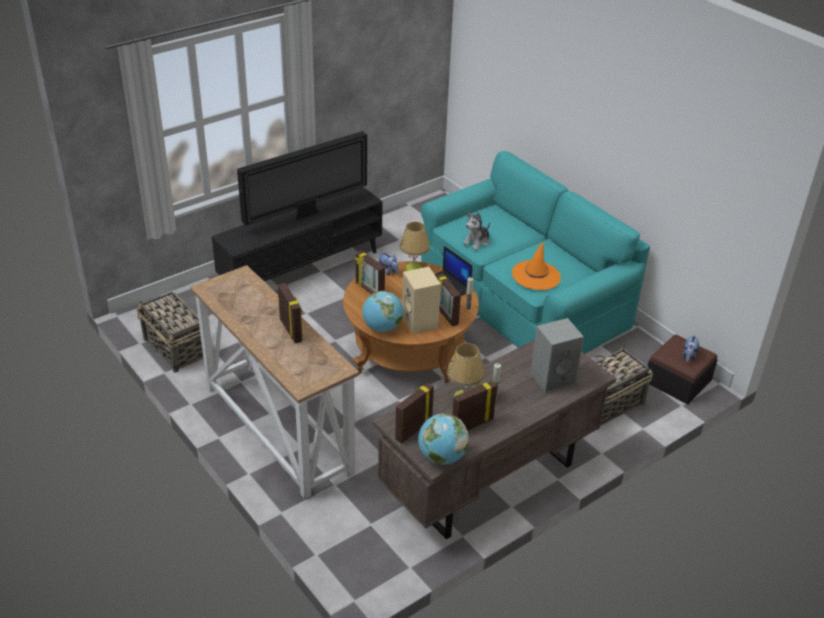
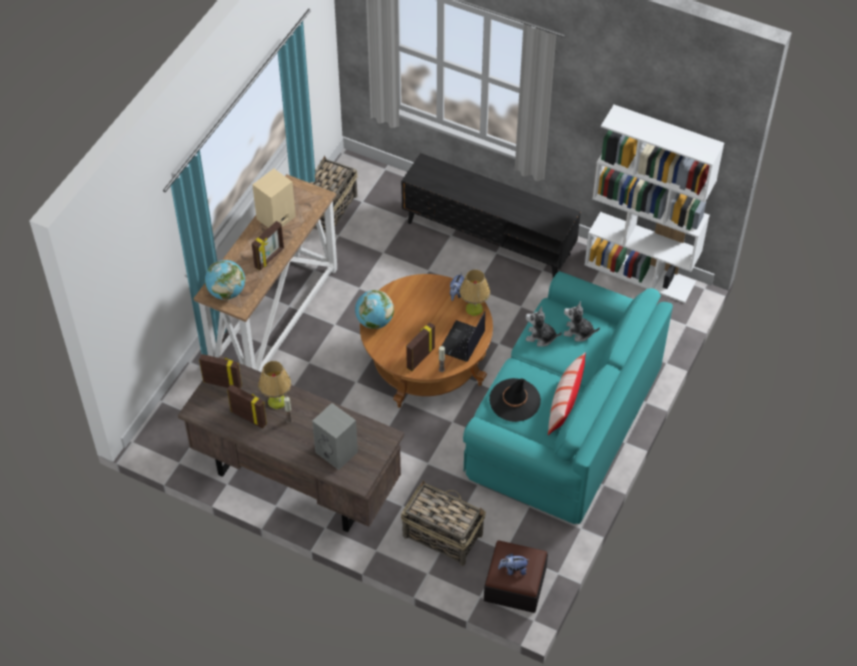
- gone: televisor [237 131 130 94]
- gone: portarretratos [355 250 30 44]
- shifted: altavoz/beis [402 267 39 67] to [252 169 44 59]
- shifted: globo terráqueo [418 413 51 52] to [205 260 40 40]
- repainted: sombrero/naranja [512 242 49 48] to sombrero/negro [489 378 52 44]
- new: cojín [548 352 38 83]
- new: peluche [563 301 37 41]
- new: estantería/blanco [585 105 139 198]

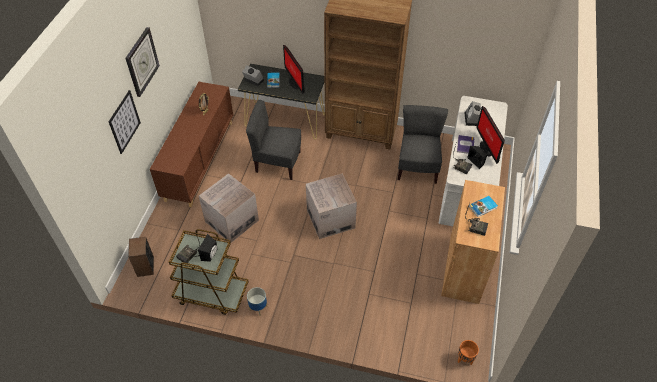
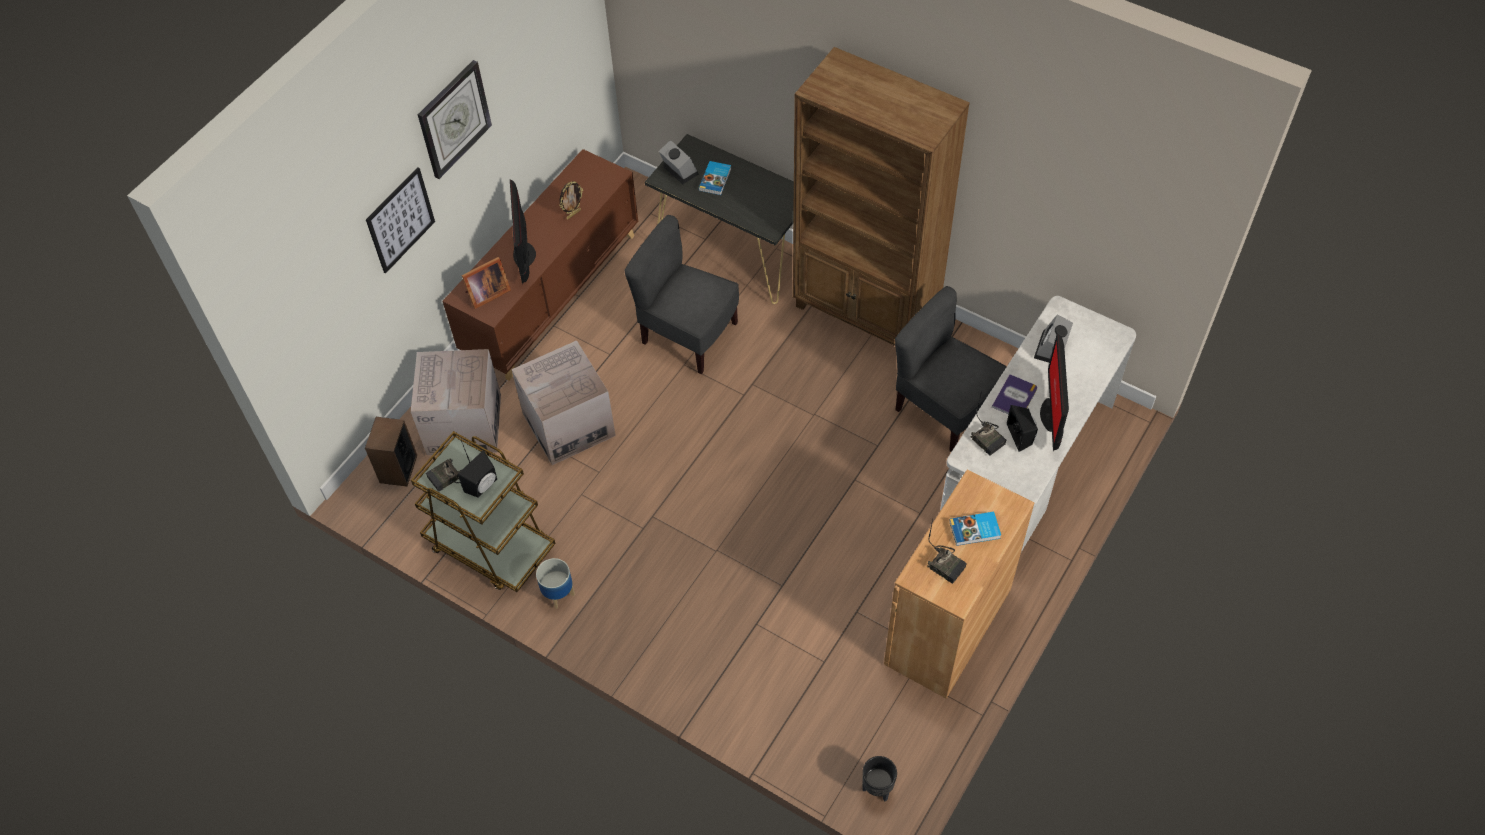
- shifted: monitor [283 45 22 49] to [510 179 26 105]
- shifted: caja de cartón [306 173 51 66] to [411 349 90 106]
- rotated: silla/gris [398 105 50 79] = [895 286 112 166] 75 degrees counterclockwise
- repainted: maceta/naranja [457 340 22 25] to maceta/negro [863 756 34 46]
- new: portarretratos [462 257 49 52]

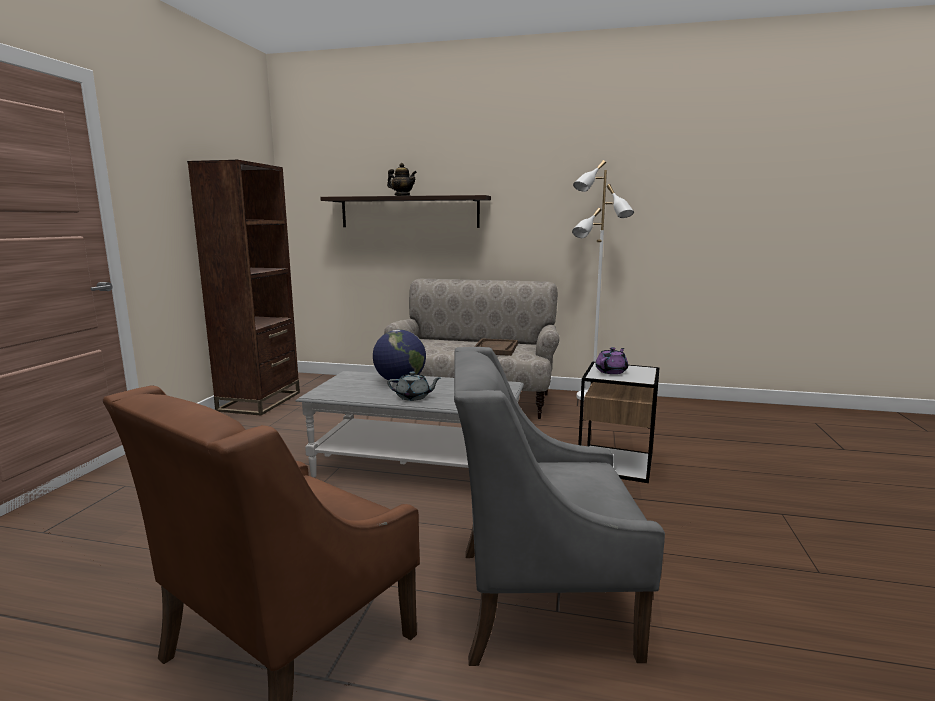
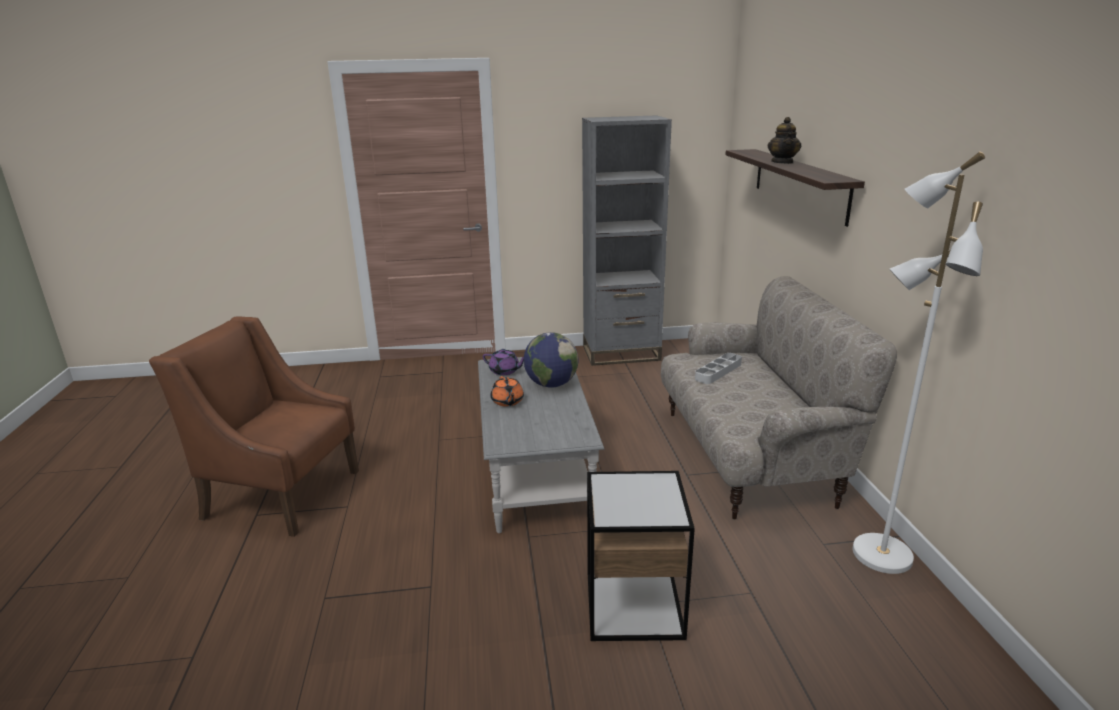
- repainted: estantería/marrón [187 160 113 256] to estantería/gris [582 115 90 251]
- repainted: tetera/gris [387 372 53 29] to tetera/naranja [490 376 34 30]
- gone: sillón/gris [454 347 211 319]
- gone: bandeja/marrón [474 338 44 18]
- shifted: tetera/morado [595 347 33 27] to [483 349 41 26]
- new: bandeja/gris [695 353 47 31]

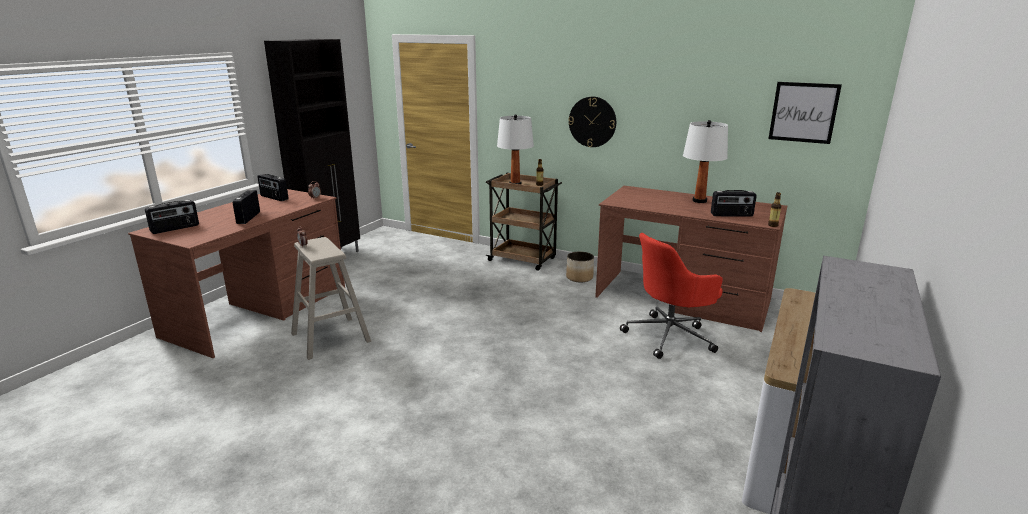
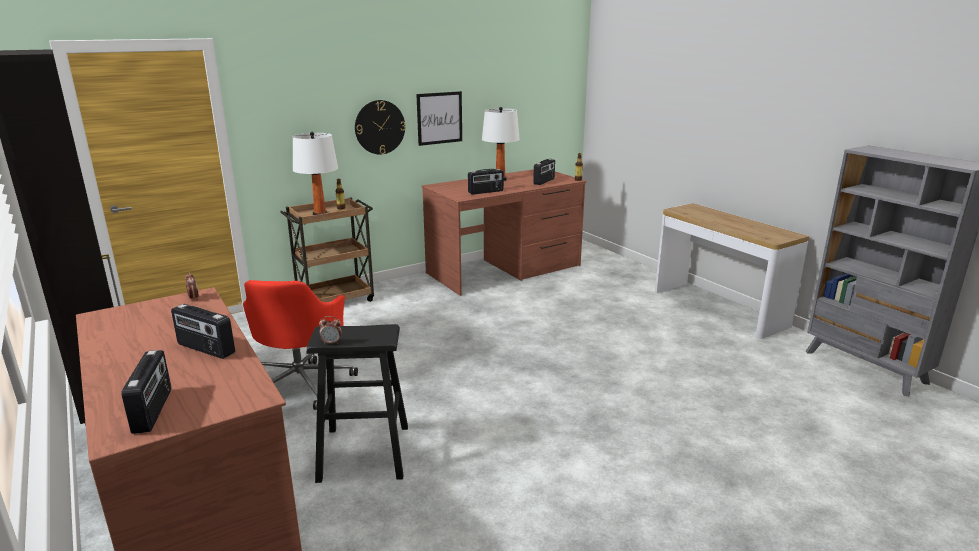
- shifted: radio [257 174 32 27] to [468 169 36 26]
- repainted: taburete/beis [291 237 80 123] to taburete/negro [306 324 102 159]
- gone: maceta [566 252 28 30]
- shifted: silla de oficina/rojo [620 233 103 126] to [243 280 115 130]
- shifted: cuadro [769 82 73 62] to [416 91 46 55]

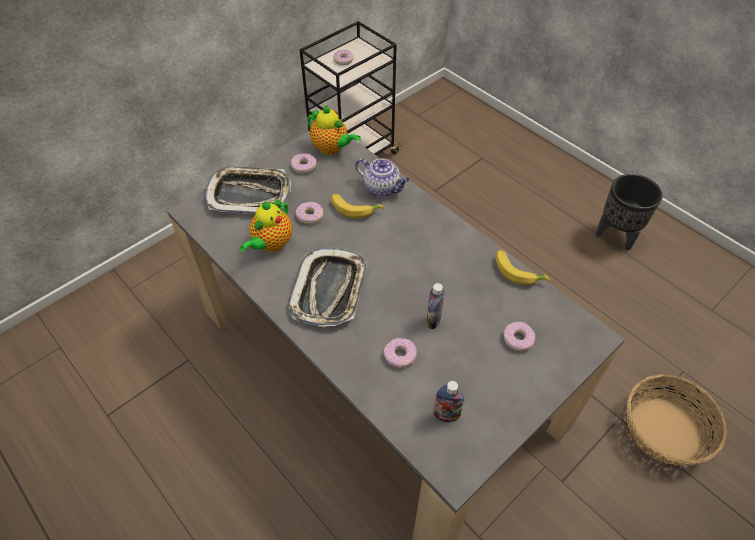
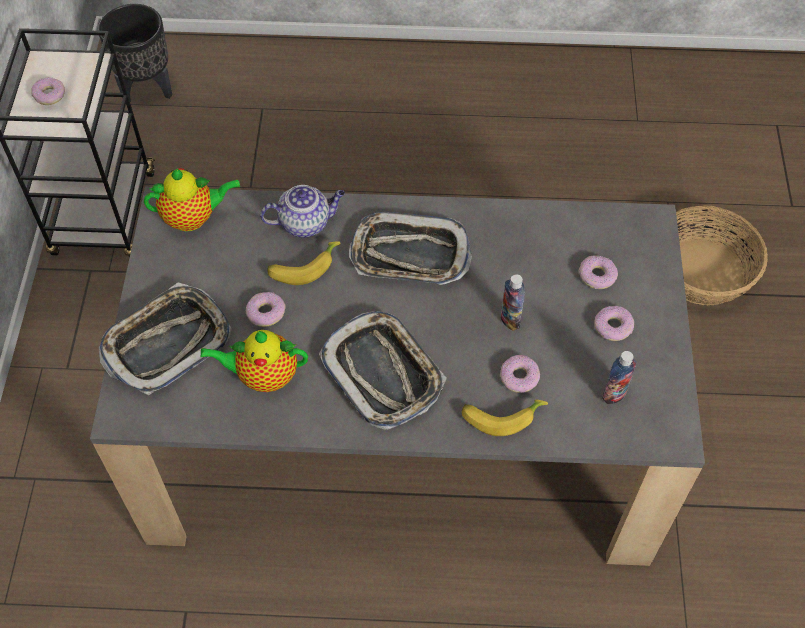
- rotated: tetera [240 199 52 53] = [200 330 108 62] 105 degrees clockwise
- shifted: rosquilla [291 153 25 21] to [594 306 40 35]
- shifted: plátano [495 250 56 35] to [462 400 86 36]
- shifted: maceta/negro [596 174 67 77] to [98 4 74 98]
- new: bandeja [349 212 123 73]

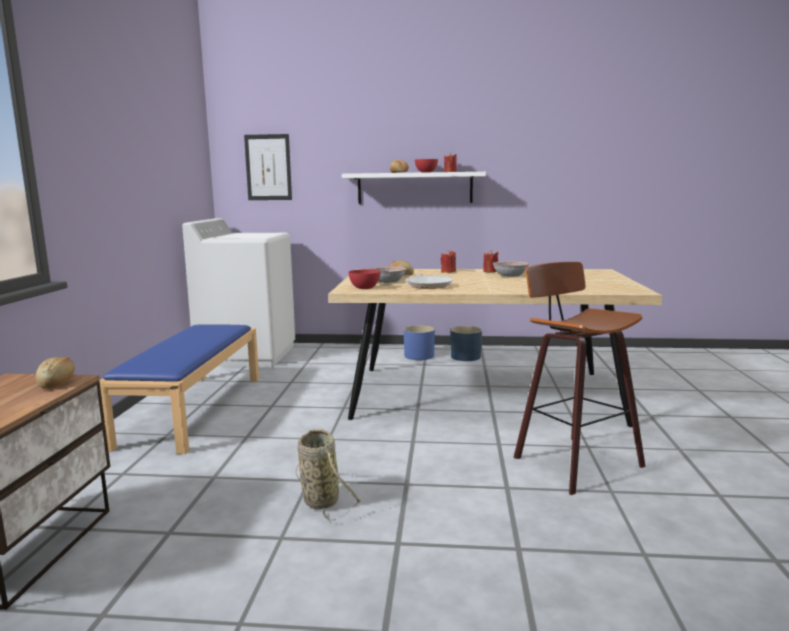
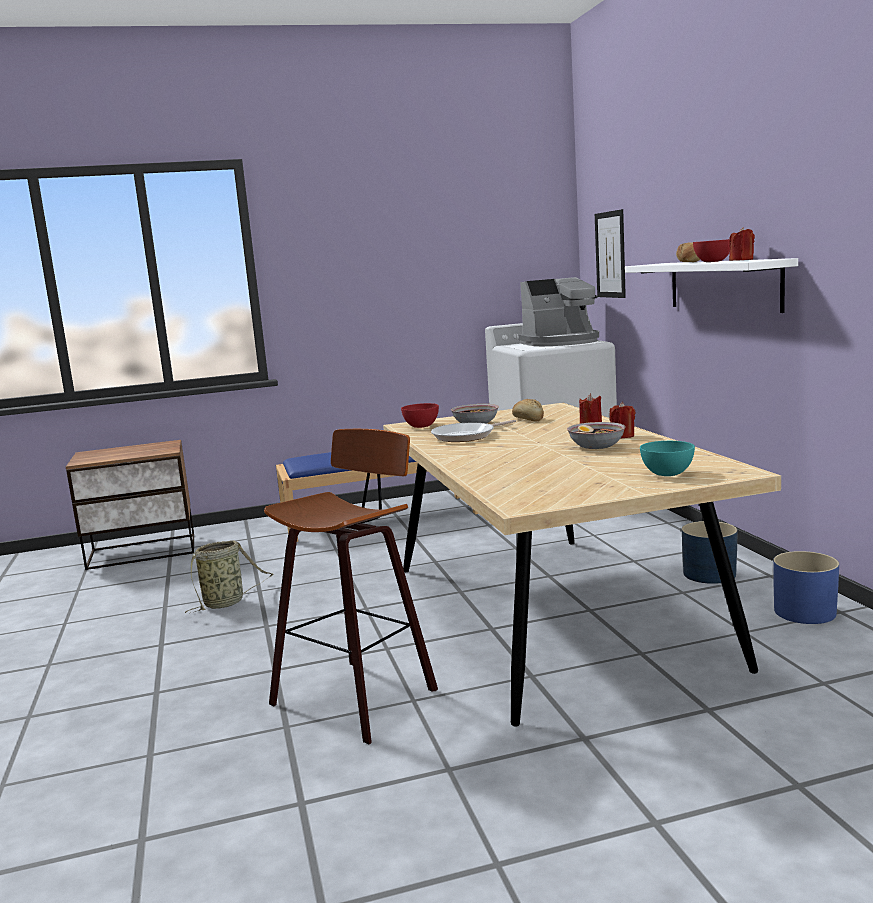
- gone: pan [36 356 39 33]
- shifted: maceta/azul [404 325 31 35] to [773 551 66 73]
- new: cafetera [518 277 81 69]
- new: cuenco/turquesa [640 441 55 35]

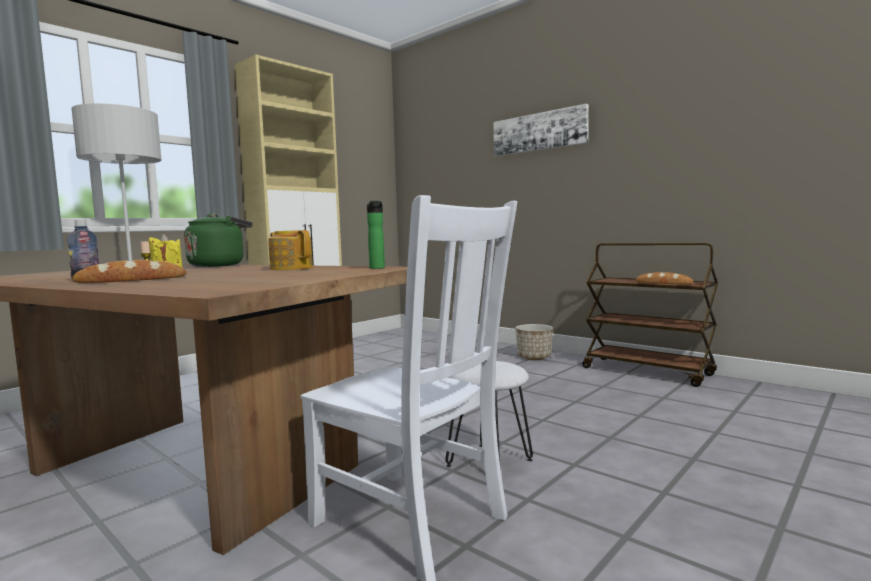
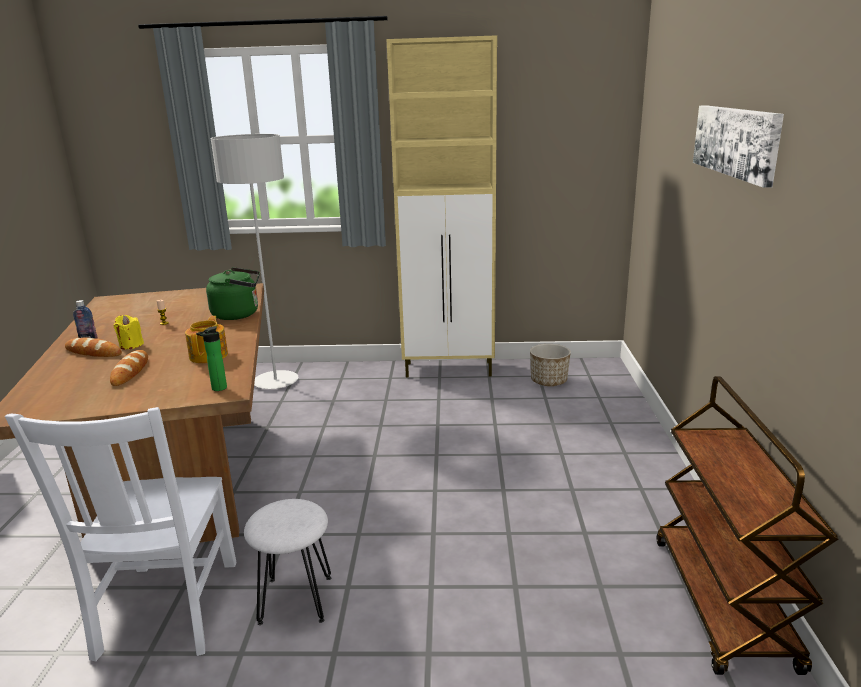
- shifted: maceta [515 324 38 36] to [530 344 41 42]
- shifted: pan [636 272 57 12] to [110 350 38 36]

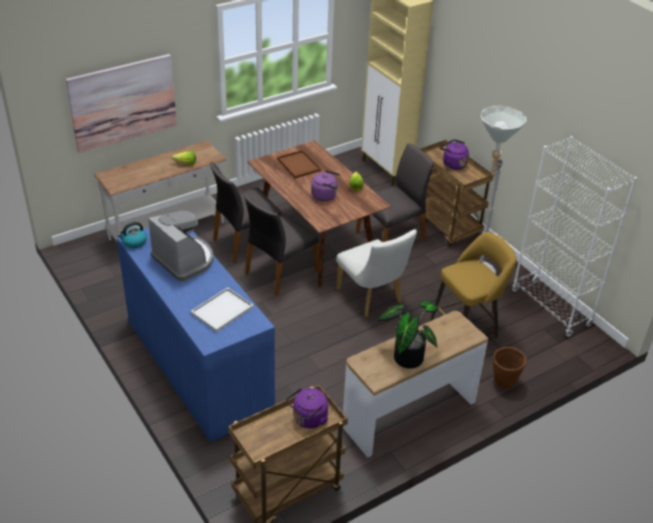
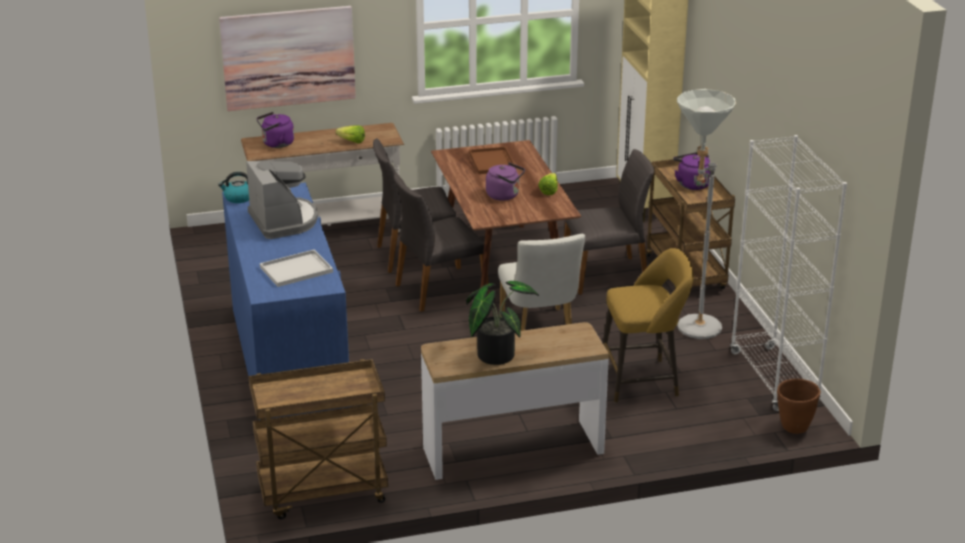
- shifted: hervidor/morado [286 388 42 41] to [256 112 38 36]
- shifted: maceta/marrón [493 347 33 41] to [777 379 44 55]

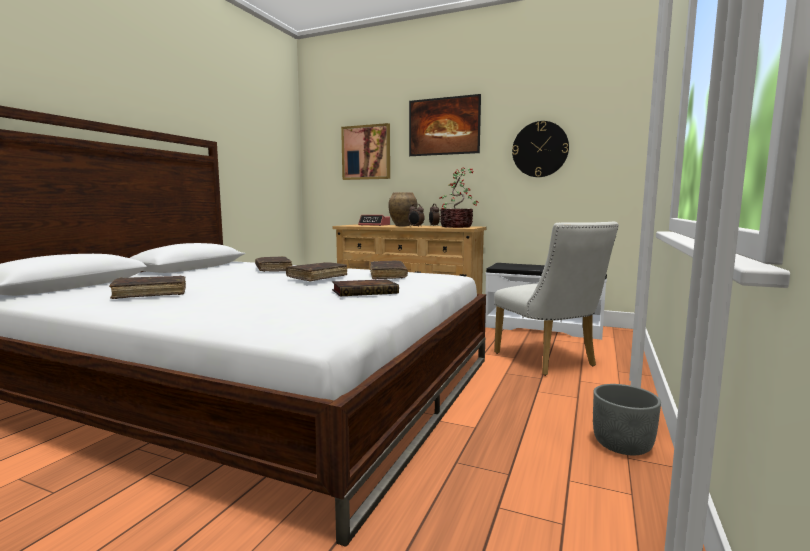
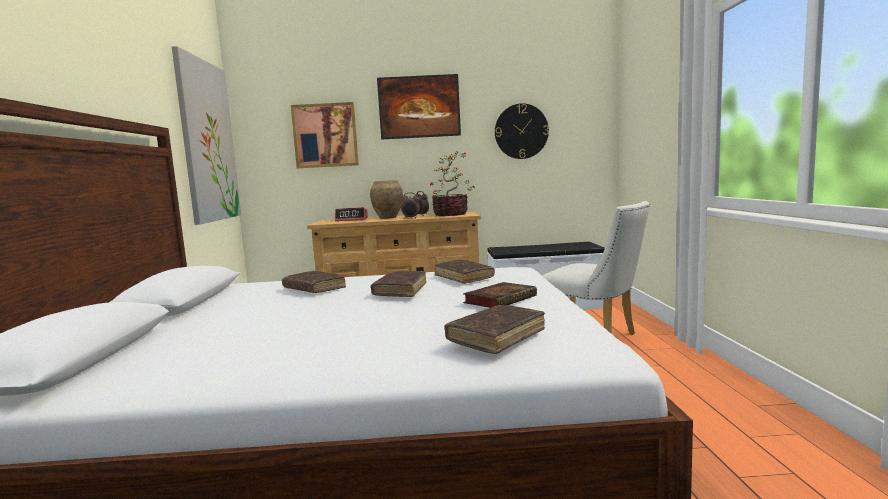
- shifted: libro/marrón [109 275 77 24] to [444 305 101 49]
- gone: maceta/gris [593 384 68 71]
- new: cuadro [172 46 69 179]

